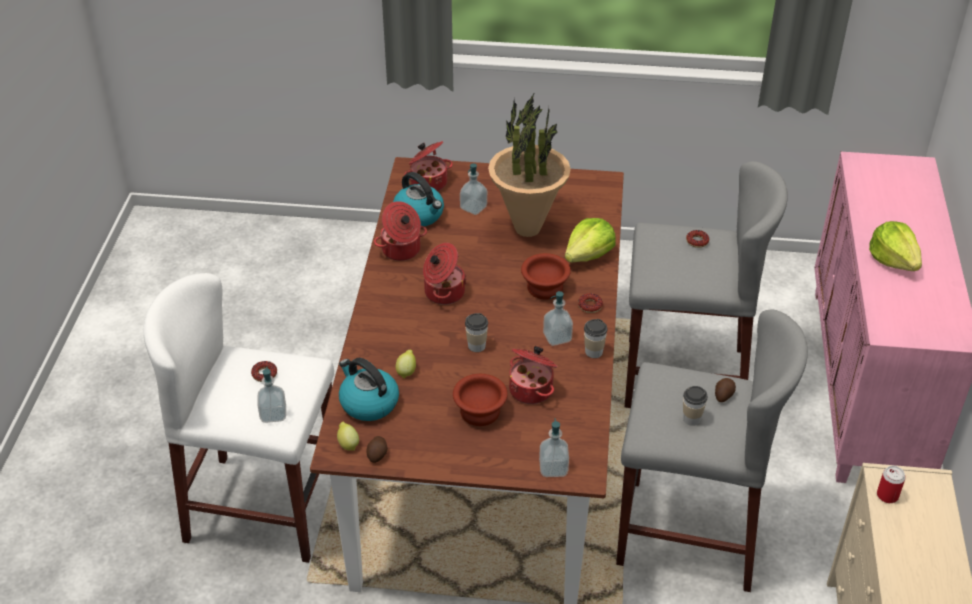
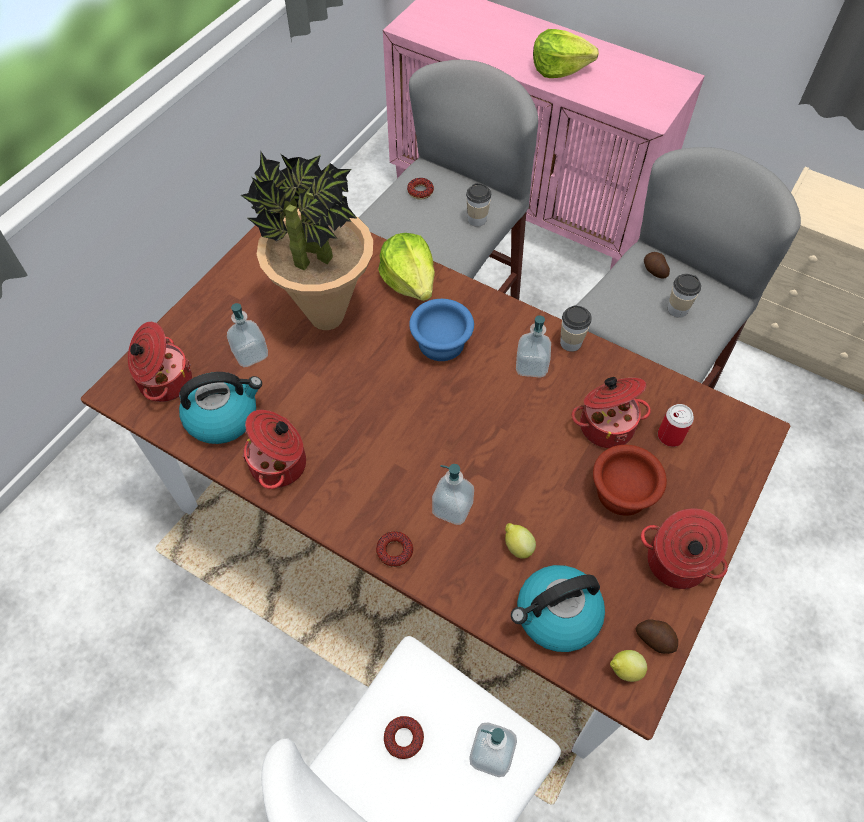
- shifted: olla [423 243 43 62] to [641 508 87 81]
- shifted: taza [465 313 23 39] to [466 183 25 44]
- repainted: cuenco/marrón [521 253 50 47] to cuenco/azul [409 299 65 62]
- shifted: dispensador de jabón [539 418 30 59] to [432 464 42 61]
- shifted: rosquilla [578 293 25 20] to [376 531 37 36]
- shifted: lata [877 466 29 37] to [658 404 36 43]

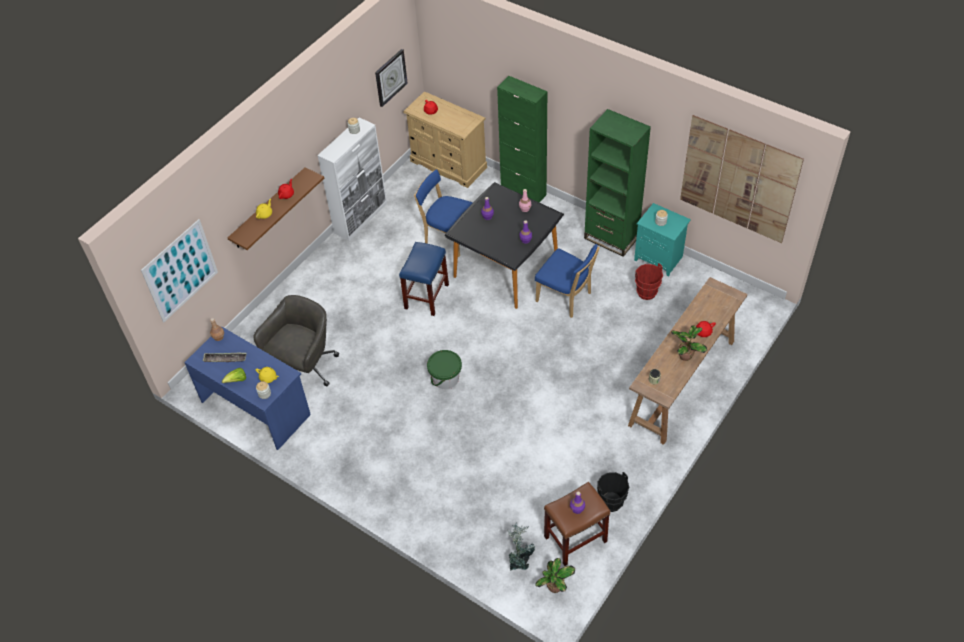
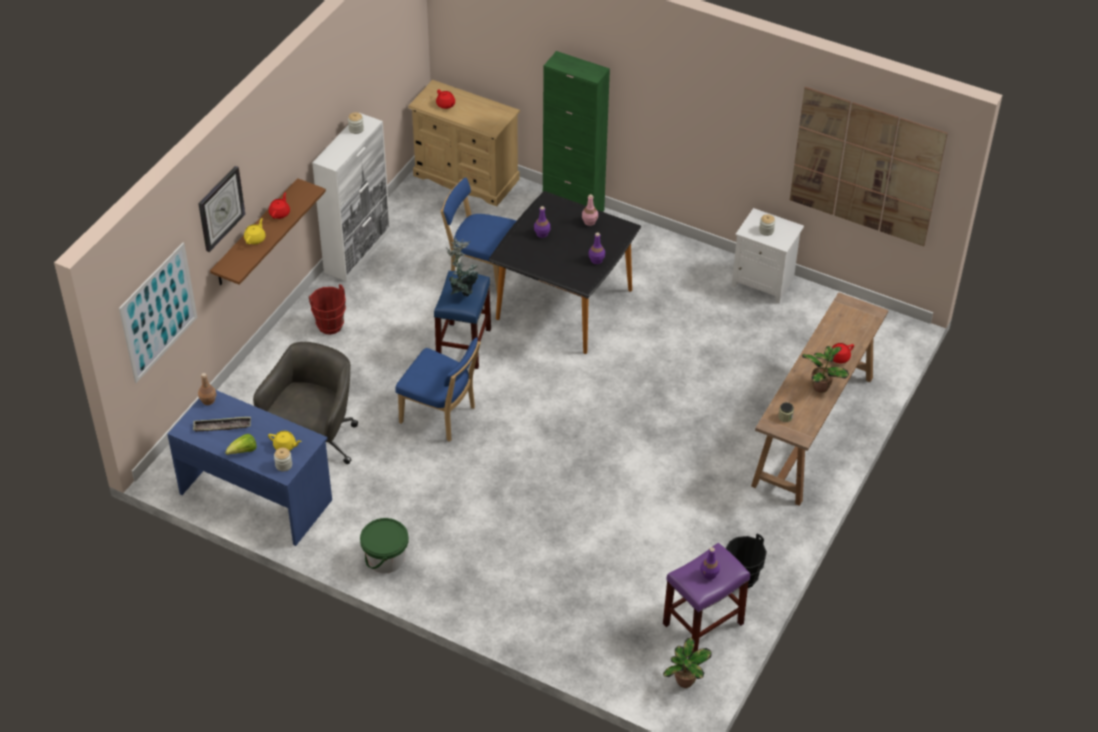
- shifted: reloj de pared [375 49 33 58] to [198 166 47 86]
- shifted: cubo/verde [427 350 35 39] to [360 518 49 55]
- shifted: planta en maceta [507 522 28 48] to [446 237 32 60]
- shifted: silla/azul [535 244 65 74] to [396 337 85 105]
- repainted: taburete/marrón [544 482 66 84] to taburete/morado [663 543 87 109]
- gone: estantería/verde [584 109 67 148]
- repainted: mesita de noche/turquesa [634 203 57 73] to mesita de noche/blanco [732 208 72 96]
- shifted: cubo/rojo [635 263 28 37] to [309 284 37 51]

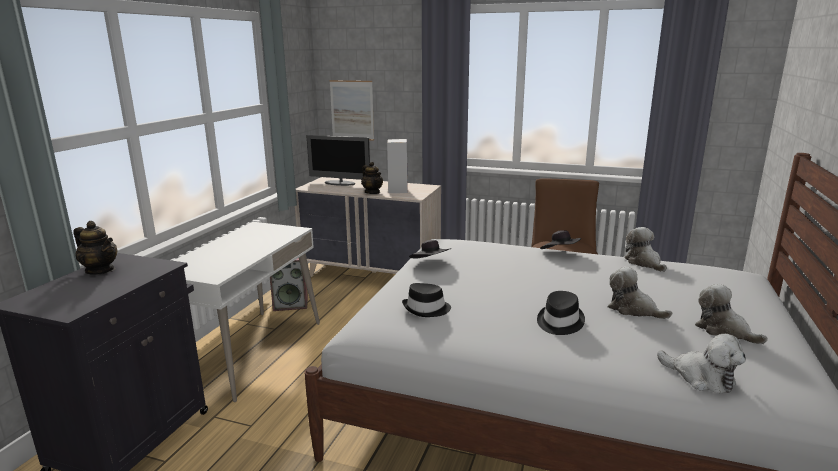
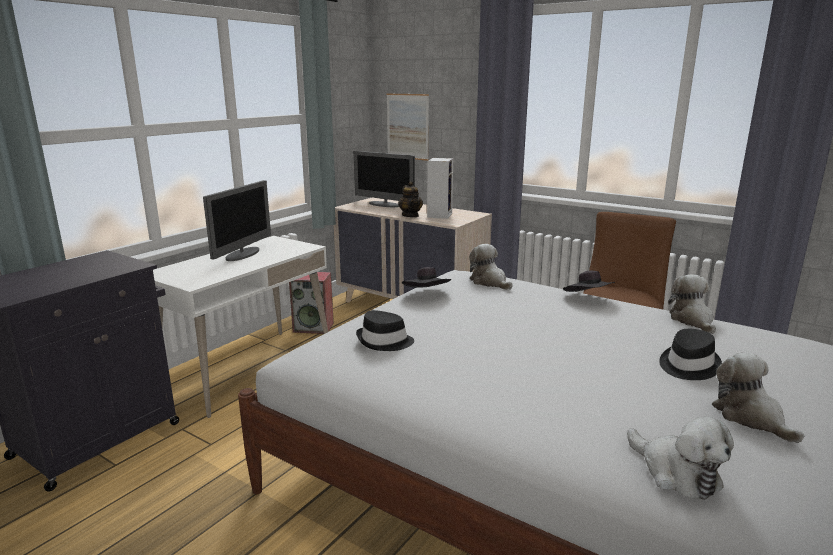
- gone: tetera [73 221 44 54]
- shifted: sombrero/negro [537 291 48 44] to [659 329 63 51]
- shifted: peluche [608 267 64 52] to [469 244 44 46]
- new: monitor [203 180 68 81]

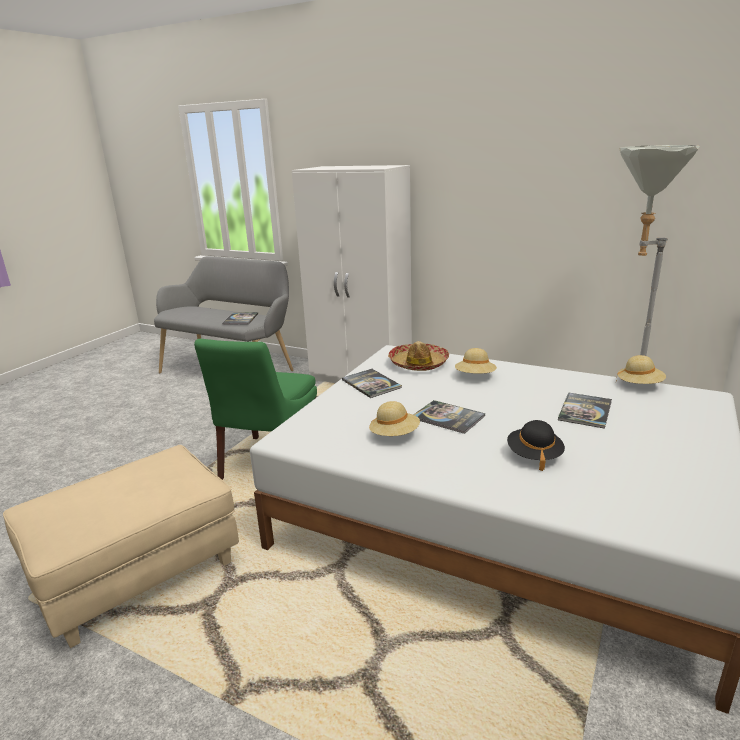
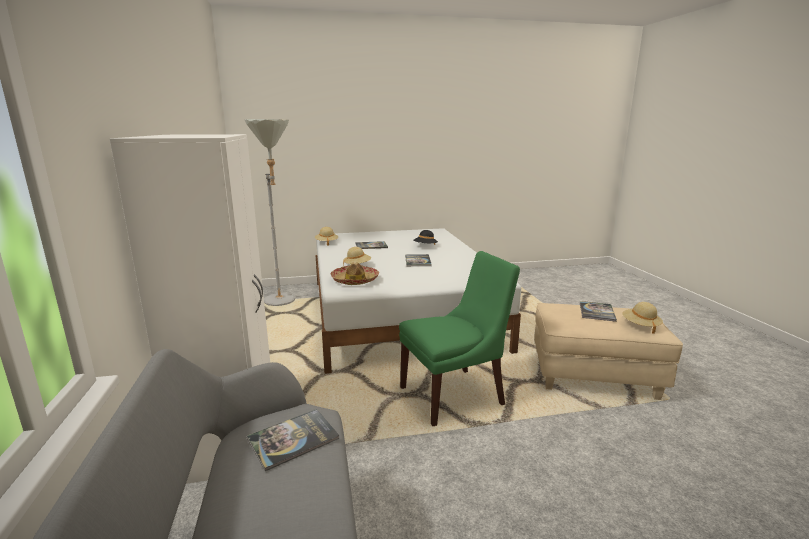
- shifted: libro [342 369 60 29] to [580 301 37 21]
- shifted: sombrero/beis [369 401 51 35] to [622 302 41 32]

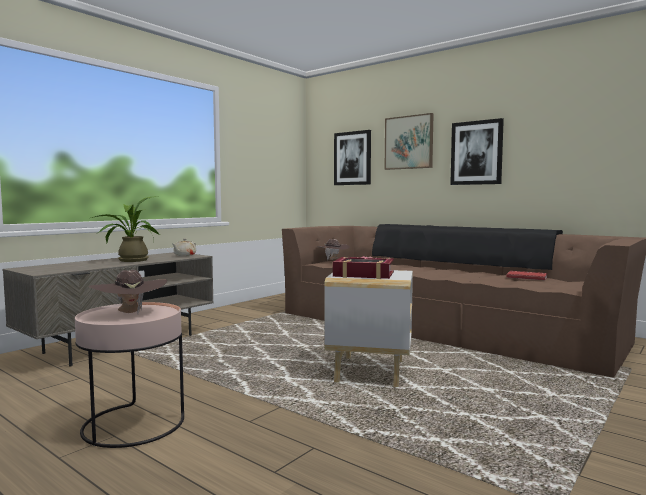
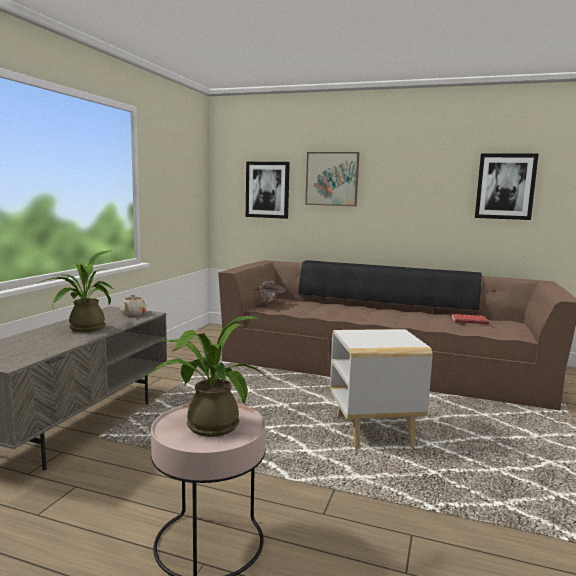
- swapped: sombrero/marrón [88 270 79 44] to planta en maceta [144 316 129 121]
- gone: libro [333 256 61 23]
- shifted: cuadro [450 118 54 67] to [475 154 64 66]

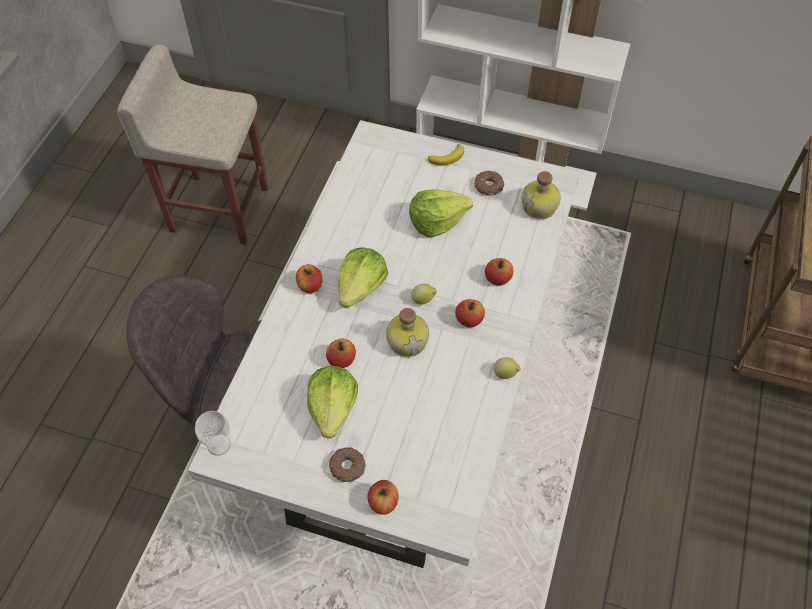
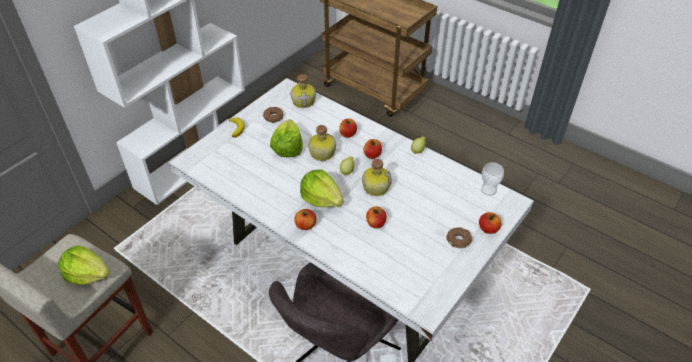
- shifted: taza [195 411 36 45] to [481 162 23 34]
- shifted: lechuga [307 366 51 72] to [58 245 52 40]
- new: botella [308 125 28 36]

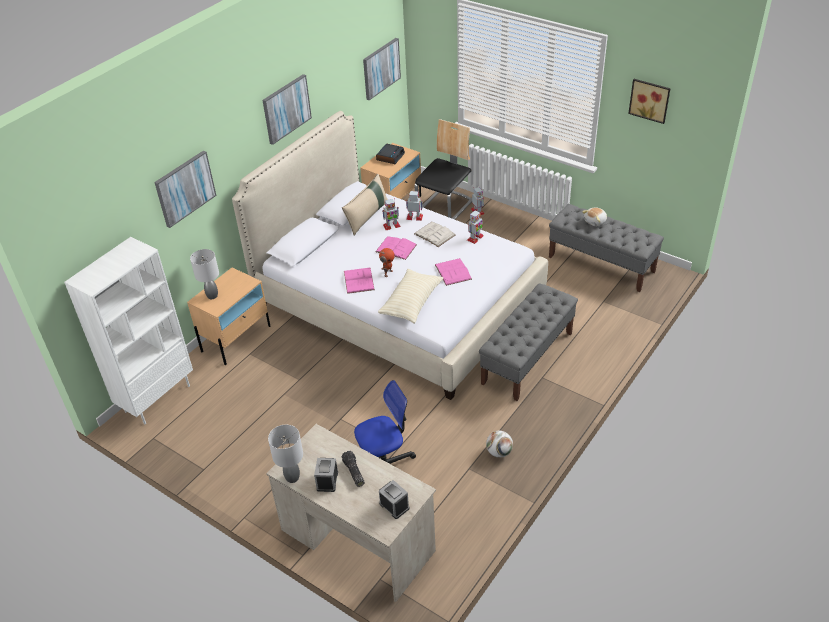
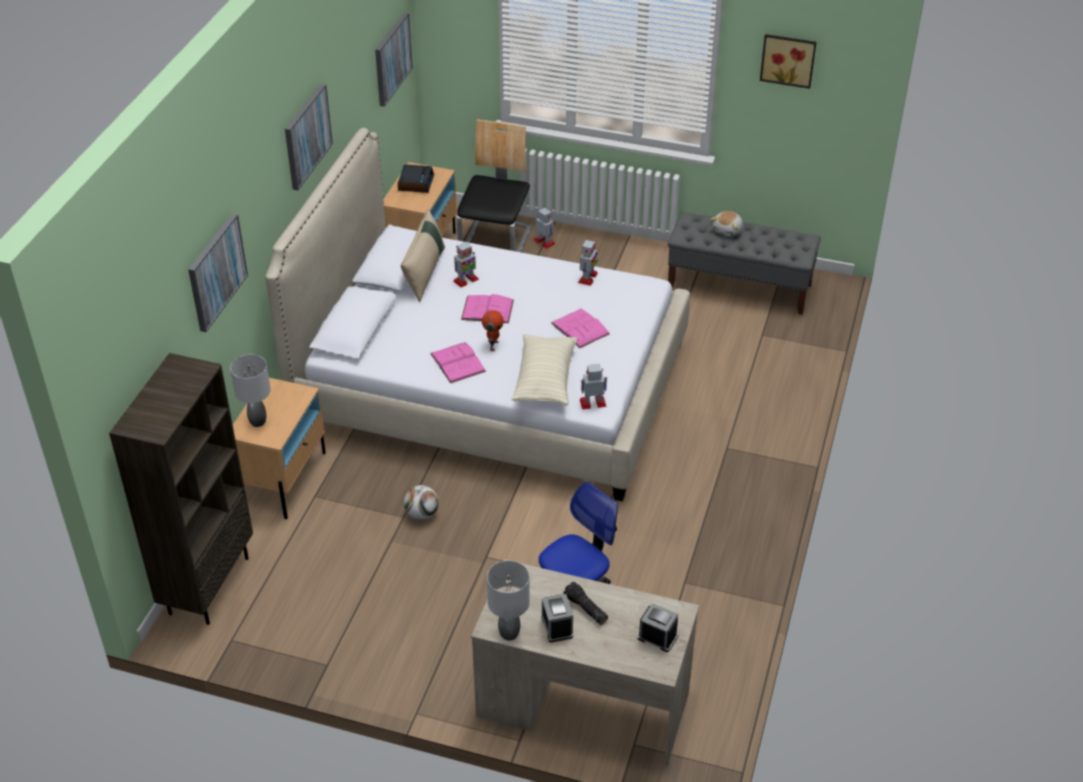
- repainted: estantería/blanco [64 237 129 188] to estantería/marrón [109 353 144 272]
- shifted: robot de juguete [406 191 17 30] to [580 364 27 45]
- gone: libro/blanco [414 222 41 25]
- gone: banco/gris [479 283 99 118]
- shifted: balón de fútbol [486 431 27 27] to [404 485 35 35]

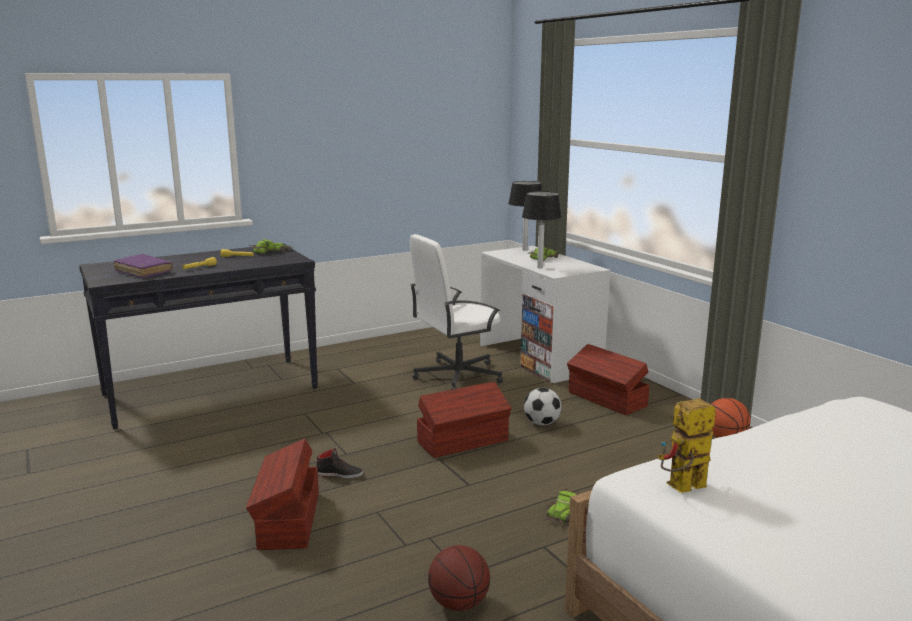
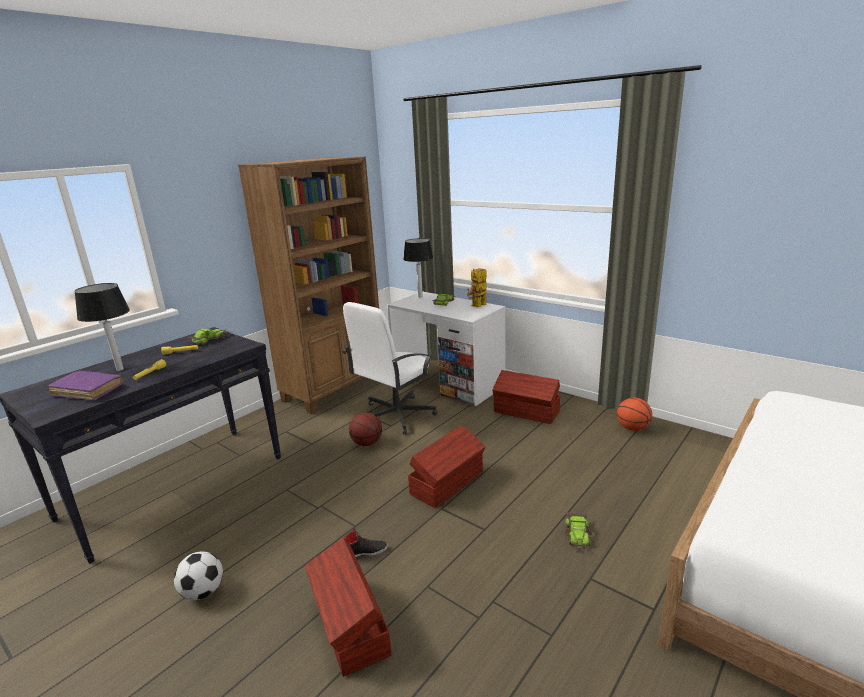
- shifted: balón de baloncesto [428 545 62 66] to [349 413 33 33]
- shifted: lámpara de mesa [522 191 40 77] to [74 283 56 88]
- shifted: balón de fútbol [524 388 38 37] to [174 552 49 48]
- shifted: robot de juguete [658 398 58 95] to [467 268 20 39]
- new: estantería/marrón [238 157 141 257]

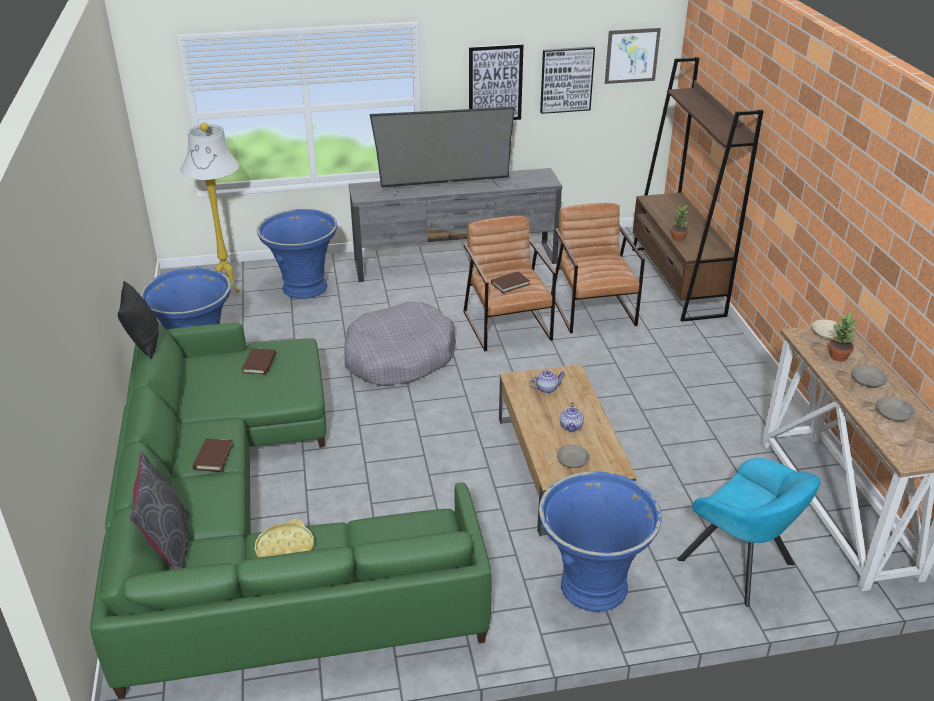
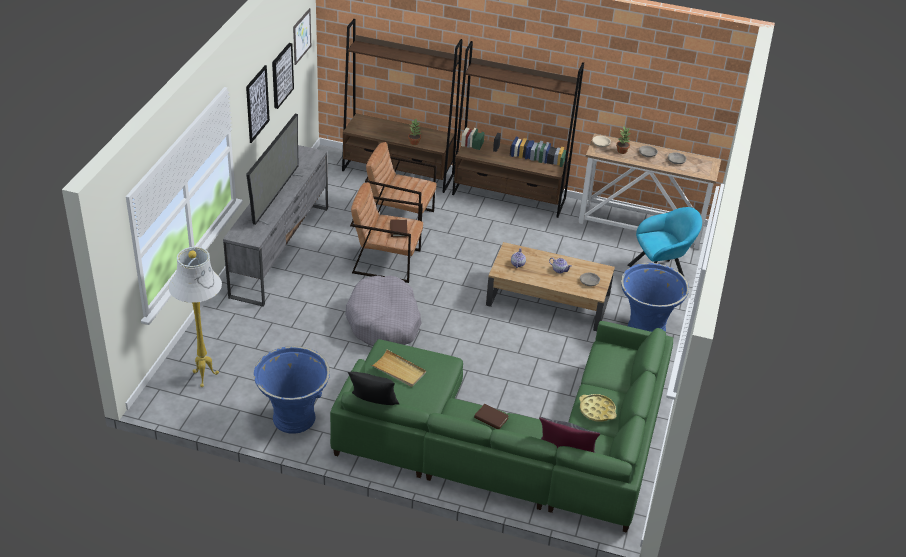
- swapped: libro/marrón [242 348 34 27] to bandeja/beis [371 349 55 38]
- gone: maceta/azul [257 209 80 90]
- new: estantería/marrón [452 41 132 177]

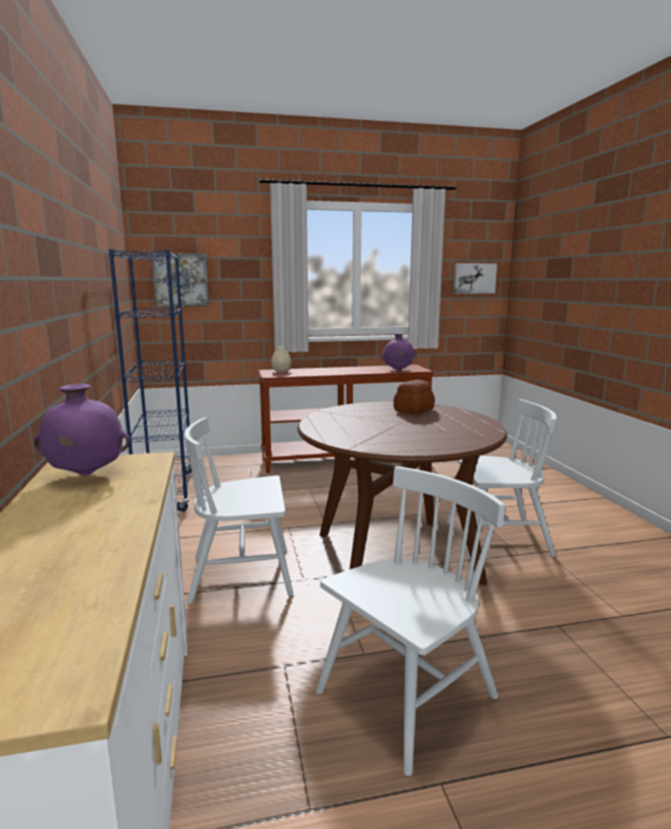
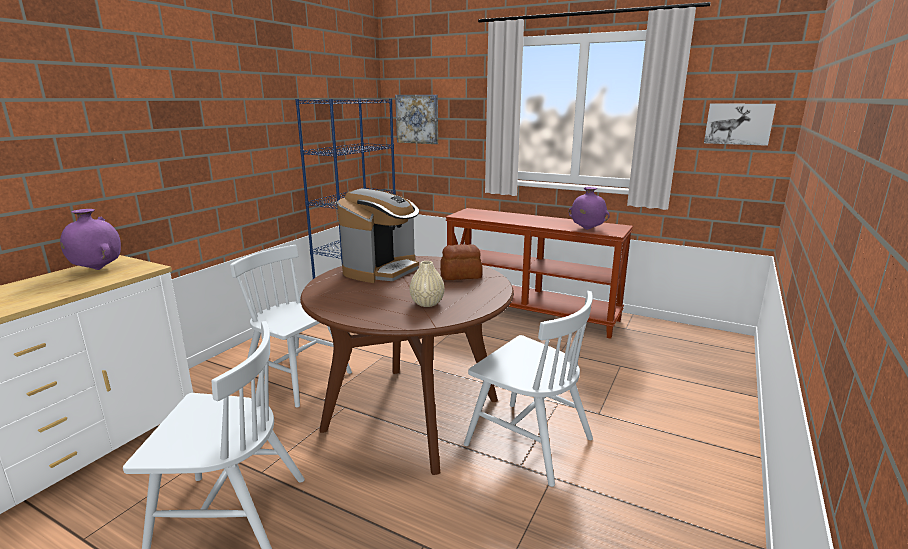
- shifted: florero/beis [271 346 20 26] to [409 261 36 46]
- new: cafetera [337 189 82 94]

